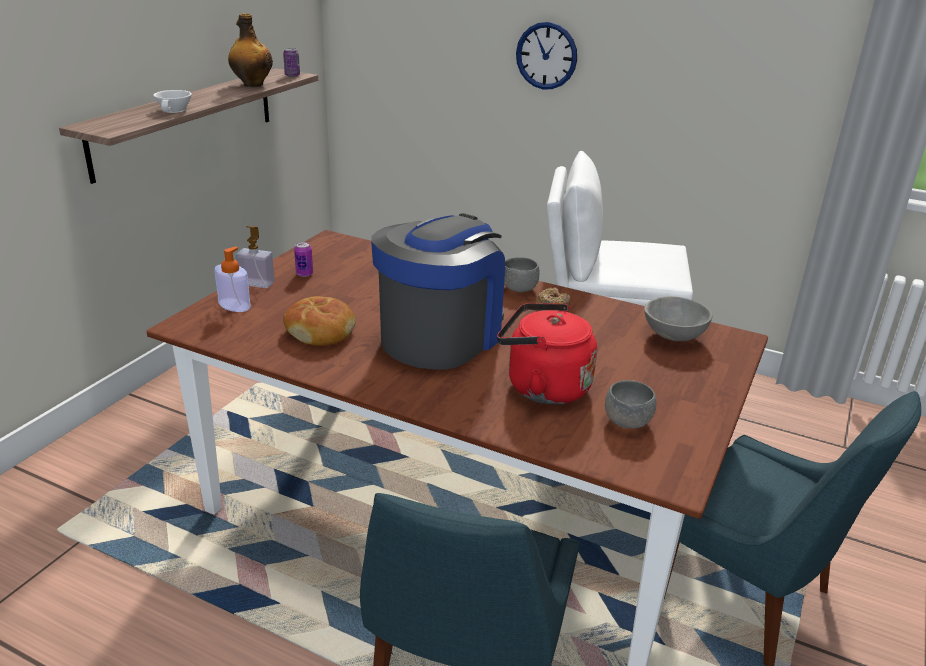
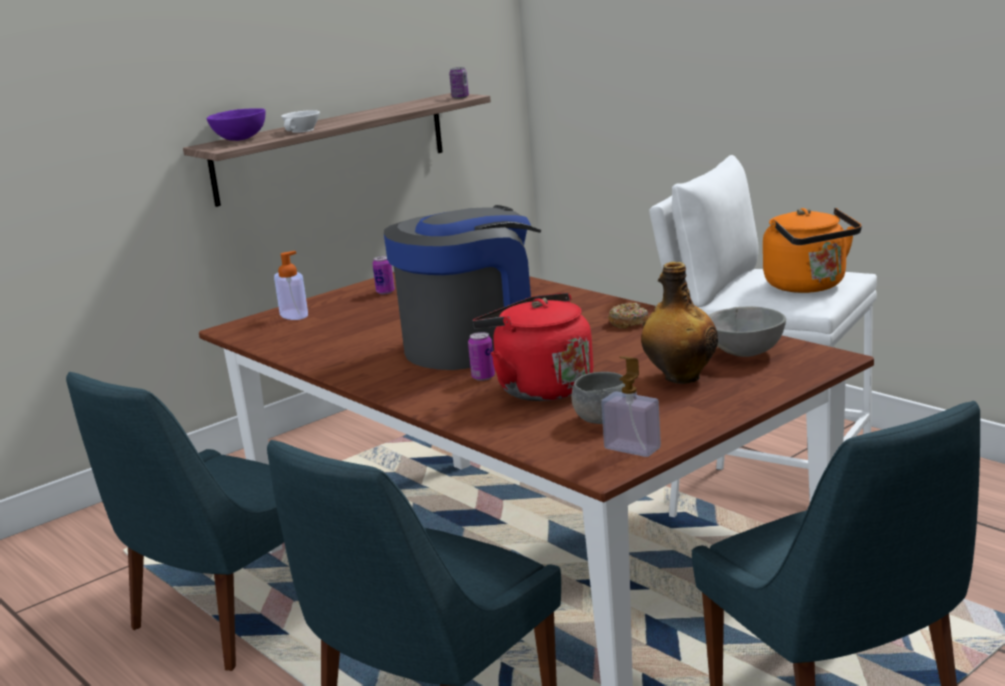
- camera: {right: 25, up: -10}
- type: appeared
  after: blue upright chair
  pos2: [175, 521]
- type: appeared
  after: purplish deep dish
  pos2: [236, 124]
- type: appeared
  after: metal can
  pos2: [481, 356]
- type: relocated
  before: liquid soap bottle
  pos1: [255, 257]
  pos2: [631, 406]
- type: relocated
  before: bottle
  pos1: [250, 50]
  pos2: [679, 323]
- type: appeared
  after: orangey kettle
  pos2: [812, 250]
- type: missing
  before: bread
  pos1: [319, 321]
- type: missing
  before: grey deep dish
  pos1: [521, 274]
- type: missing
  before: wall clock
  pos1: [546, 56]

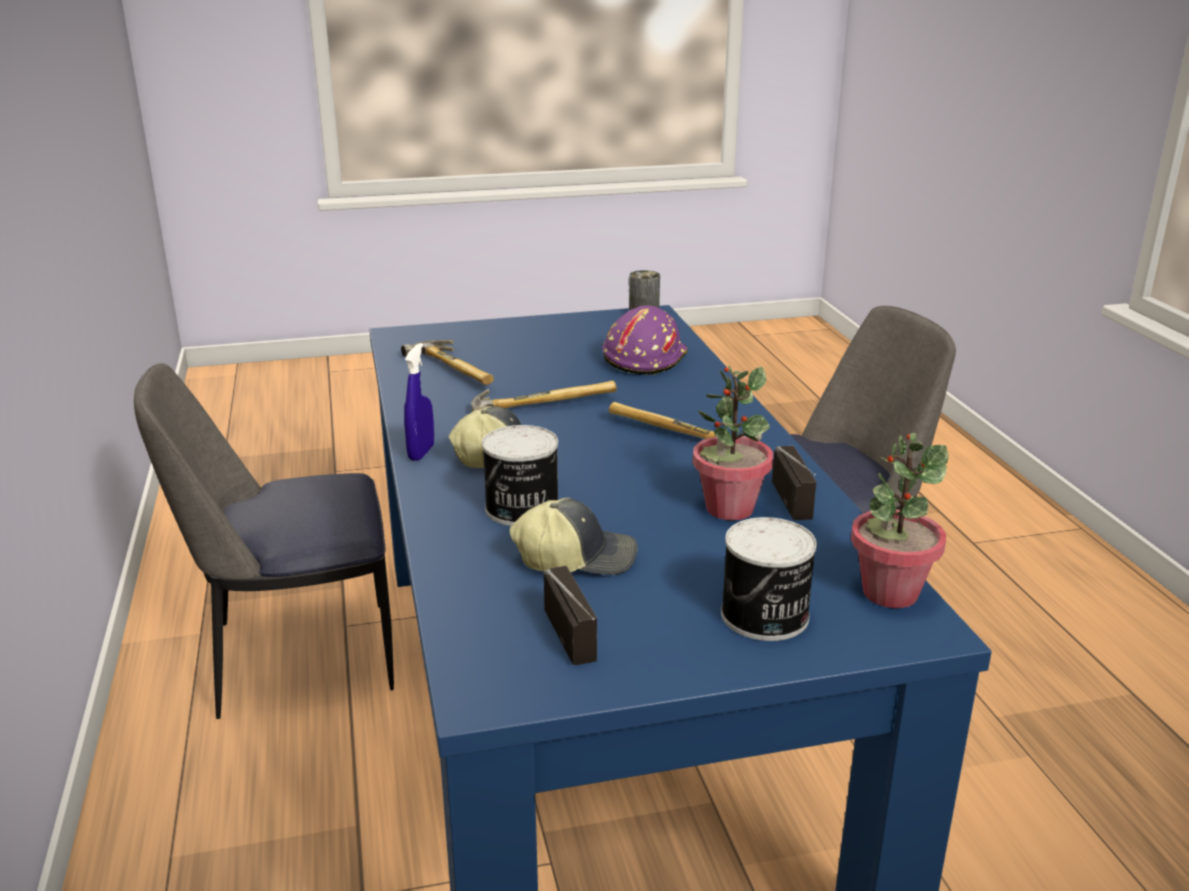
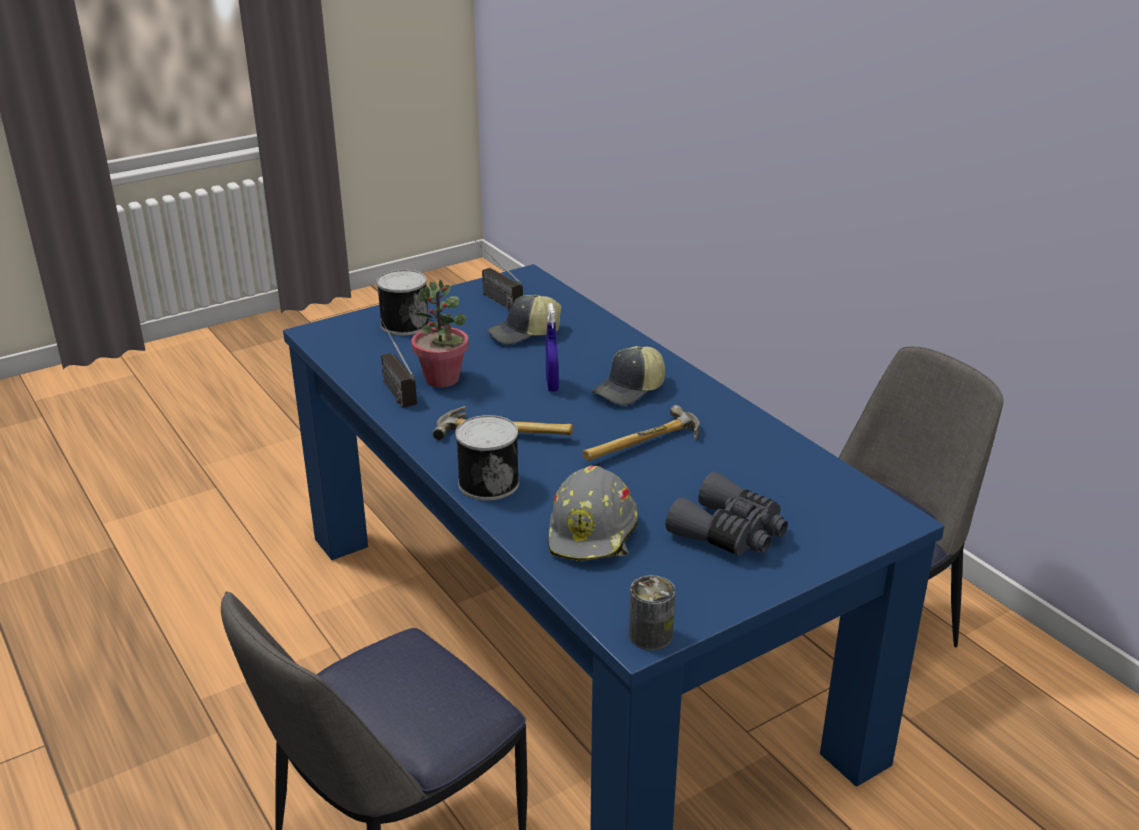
- camera: {right: 160, up: 5}
- type: relocated
  before: metal can
  pos1: [520, 475]
  pos2: [487, 458]
- type: relocated
  before: blue sprayer
  pos1: [419, 402]
  pos2: [552, 347]
- type: colour
  before: purplish safety helmet
  after: grey safety helmet
  pos1: [645, 340]
  pos2: [593, 514]
- type: appeared
  after: grey binoculars
  pos2: [727, 514]
- type: missing
  before: hand hammer
  pos1: [447, 362]
- type: missing
  before: plant in a pot
  pos1: [899, 520]

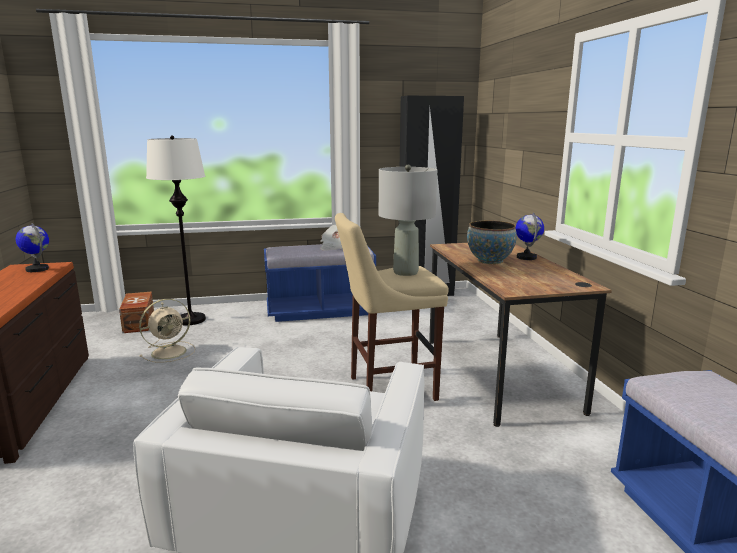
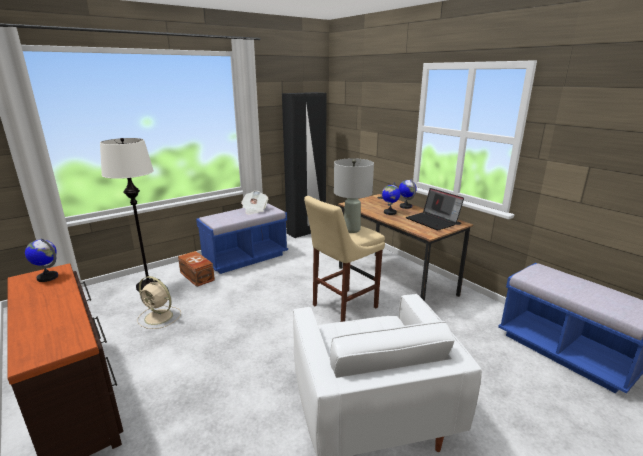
- camera: {right: -25, up: 5}
- type: spun
  before: beige-coloured electric fan
  pos1: [167, 331]
  pos2: [159, 302]
  turn: 90
- type: relocated
  before: brown storage box
  pos1: [136, 312]
  pos2: [196, 269]
- type: exchanged
  before: deep dish
  after: globe
  pos1: [492, 242]
  pos2: [391, 198]
- type: appeared
  after: notebook computer
  pos2: [435, 209]

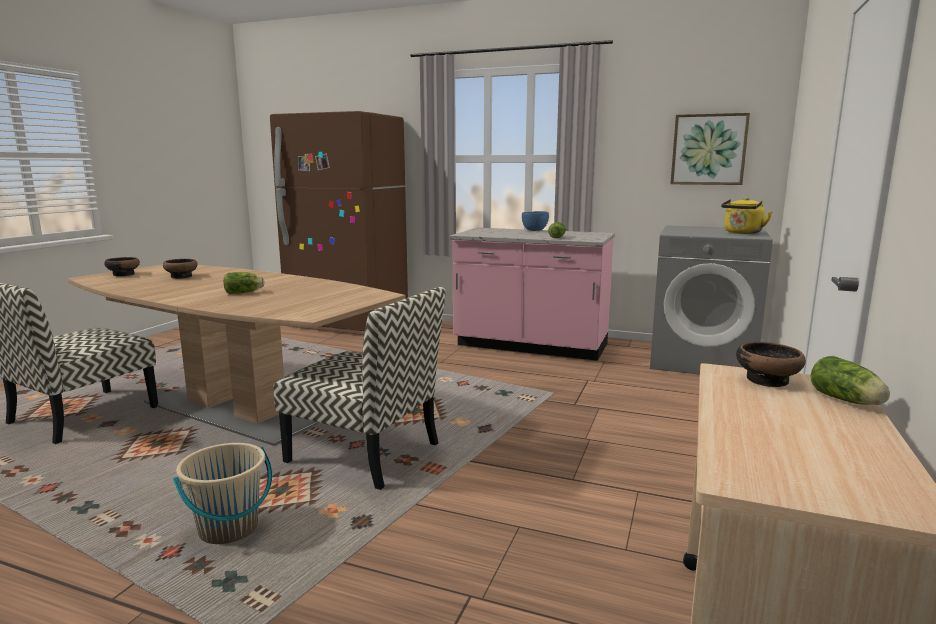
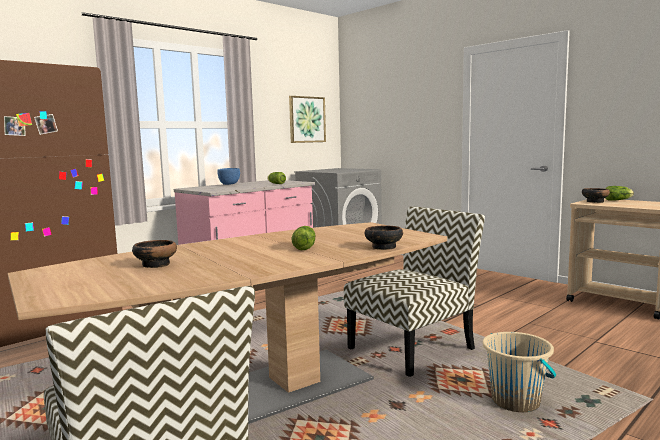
- camera: {right: -65, up: -5}
- type: relocated
  before: deep dish
  pos1: [122, 266]
  pos2: [384, 238]
- type: missing
  before: yellow kettle
  pos1: [747, 215]

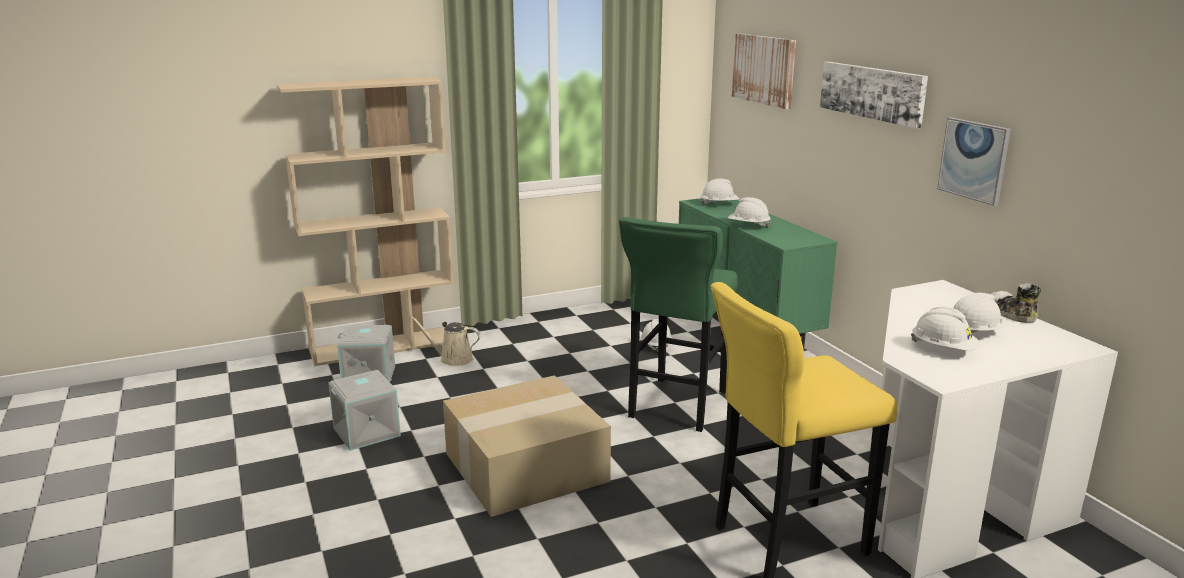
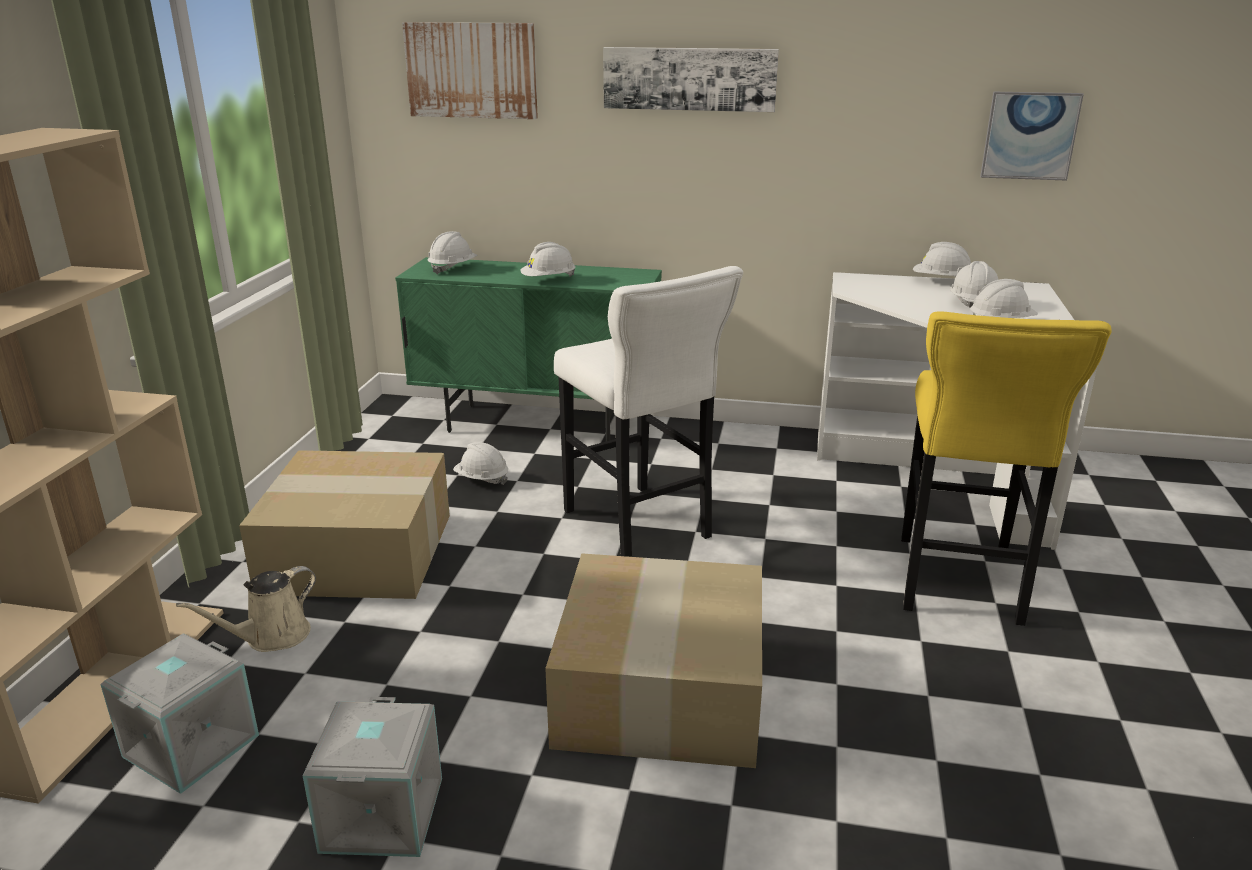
- camera: {right: -55, up: 5}
- type: appeared
  after: carton
  pos2: [344, 524]
- type: colour
  before: greenish stool
  after: whitish stool
  pos1: [678, 324]
  pos2: [648, 411]
- type: exchanged
  before: item of footwear
  after: whitish safety helmet
  pos1: [1016, 303]
  pos2: [942, 259]
- type: relocated
  before: wall art
  pos1: [974, 161]
  pos2: [1032, 136]

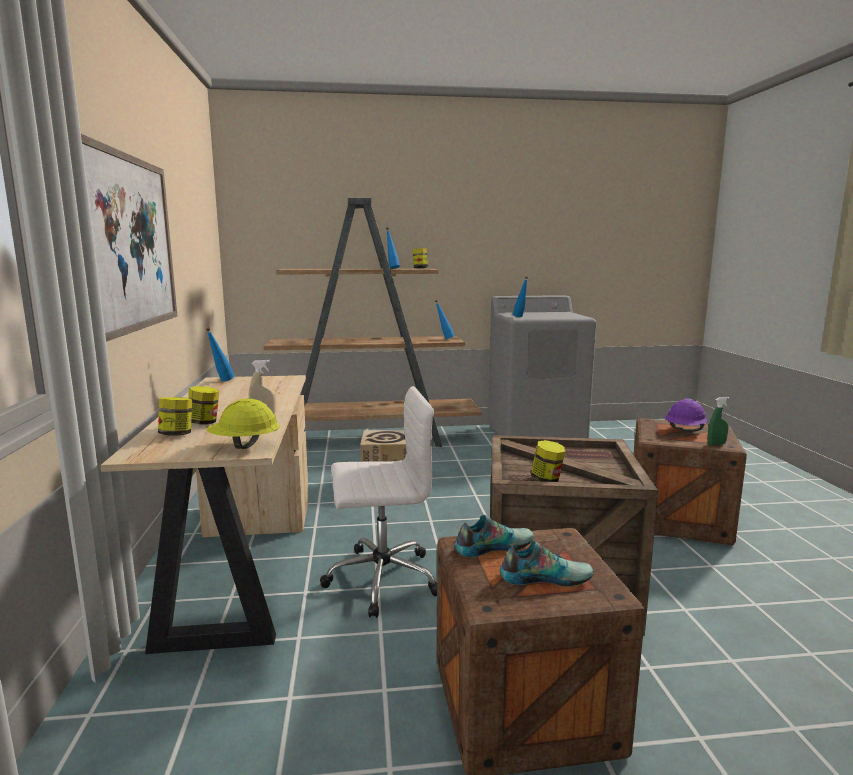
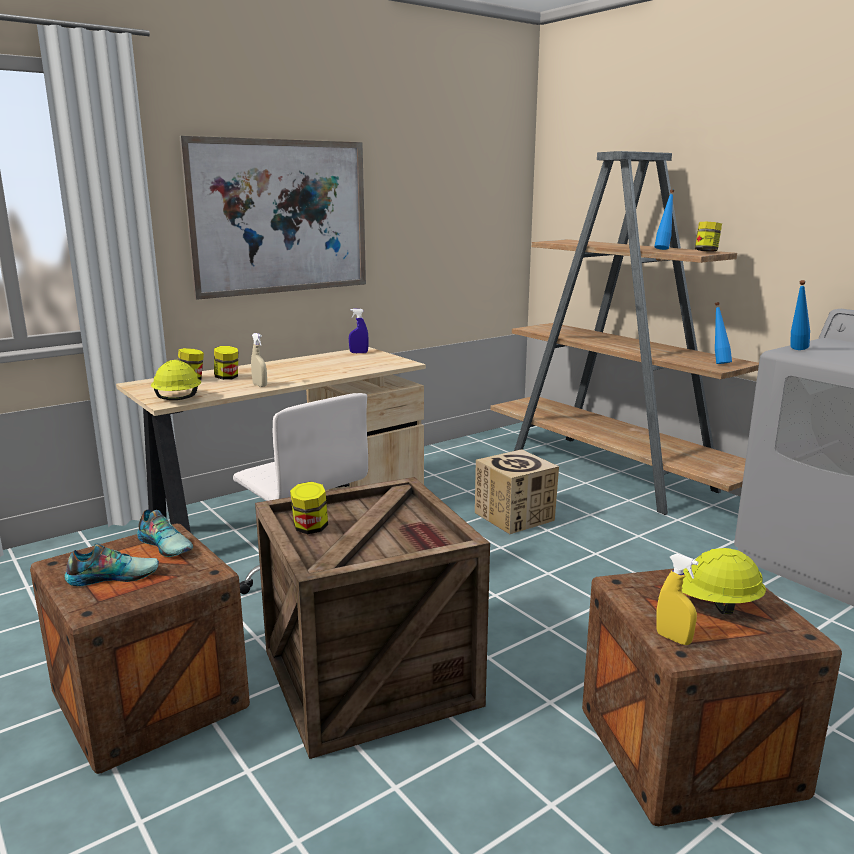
- camera: {right: 60, up: 5}
- type: spun
  before: item of footwear
  pos1: [547, 563]
  pos2: [112, 564]
  turn: -75
- type: exchanged
  before: blue bottle
  after: blue sprayer
  pos1: [220, 355]
  pos2: [359, 331]
- type: colour
  before: greenish sprayer
  after: yellow sprayer
  pos1: [719, 421]
  pos2: [677, 599]
- type: colour
  before: purplish safety helmet
  after: yellow safety helmet
  pos1: [686, 415]
  pos2: [724, 581]

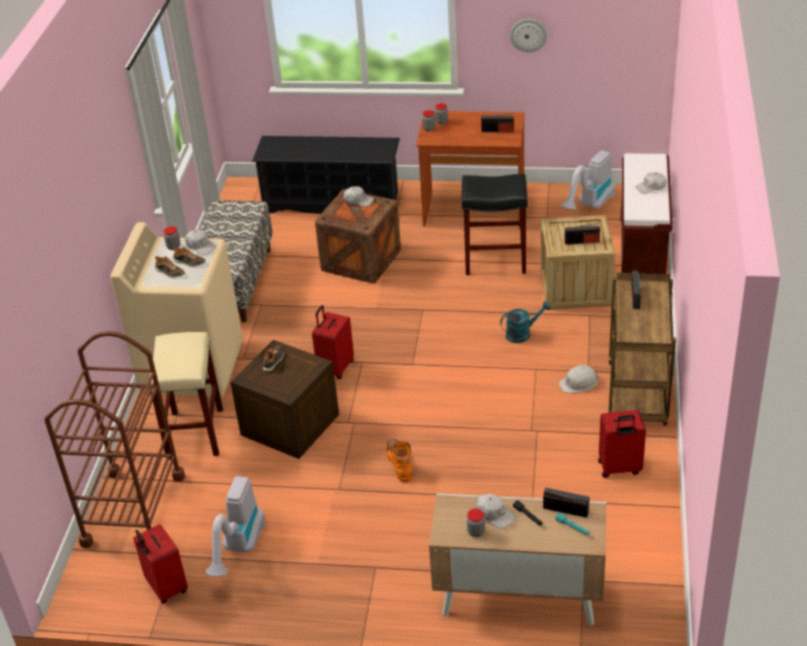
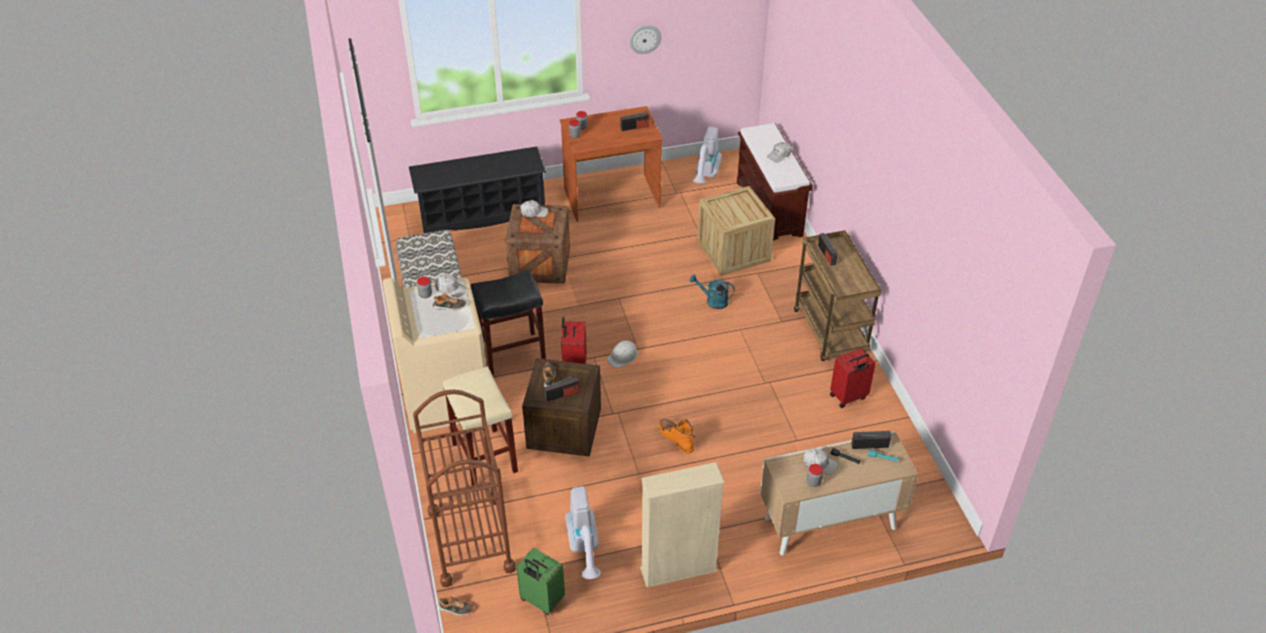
- camera: {right: -25, up: 5}
- type: relocated
  before: item of footwear
  pos1: [170, 267]
  pos2: [456, 606]
- type: relocated
  before: blackish stool
  pos1: [494, 224]
  pos2: [508, 322]
- type: colour
  before: reddish travel case
  after: greenish travel case
  pos1: [160, 564]
  pos2: [540, 581]
- type: relocated
  before: radio set
  pos1: [582, 234]
  pos2: [561, 388]
- type: relocated
  before: whitish safety helmet
  pos1: [578, 379]
  pos2: [622, 354]
- type: appeared
  after: beige-coloured shelving unit
  pos2: [682, 525]
- type: spun
  before: blue-green watering can
  pos1: [525, 322]
  pos2: [712, 291]
  turn: -120

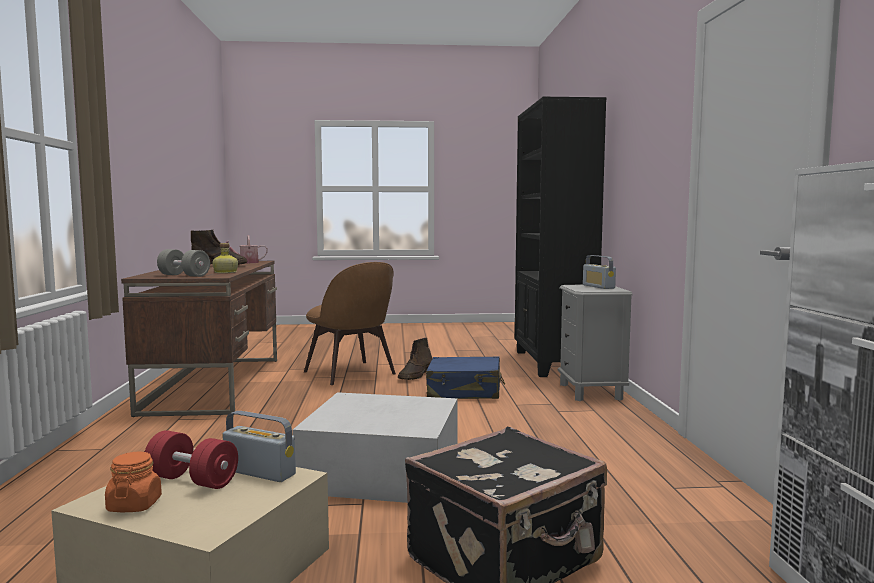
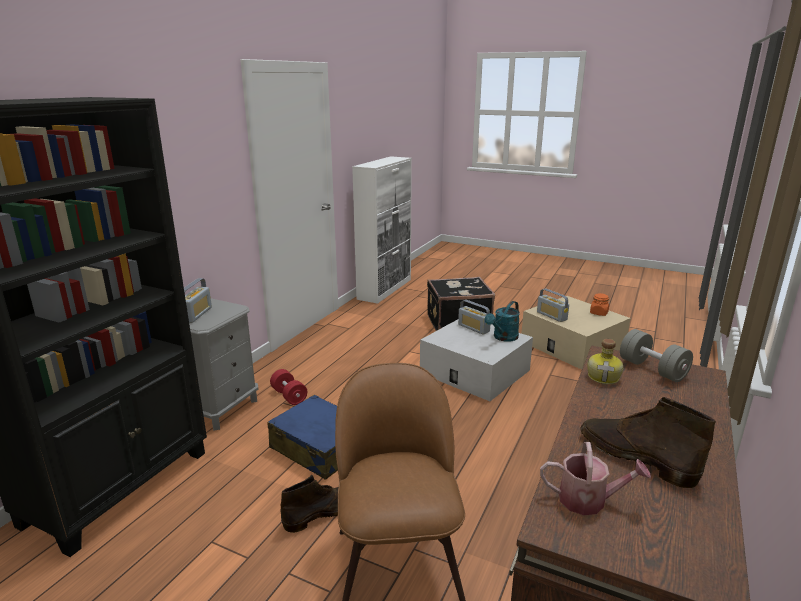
- camera: {right: -150, up: 15}
- type: relocated
  before: reddish hand weight
  pos1: [191, 459]
  pos2: [288, 387]
- type: appeared
  after: radio set
  pos2: [474, 317]
- type: appeared
  after: blue-green watering can
  pos2: [502, 321]

